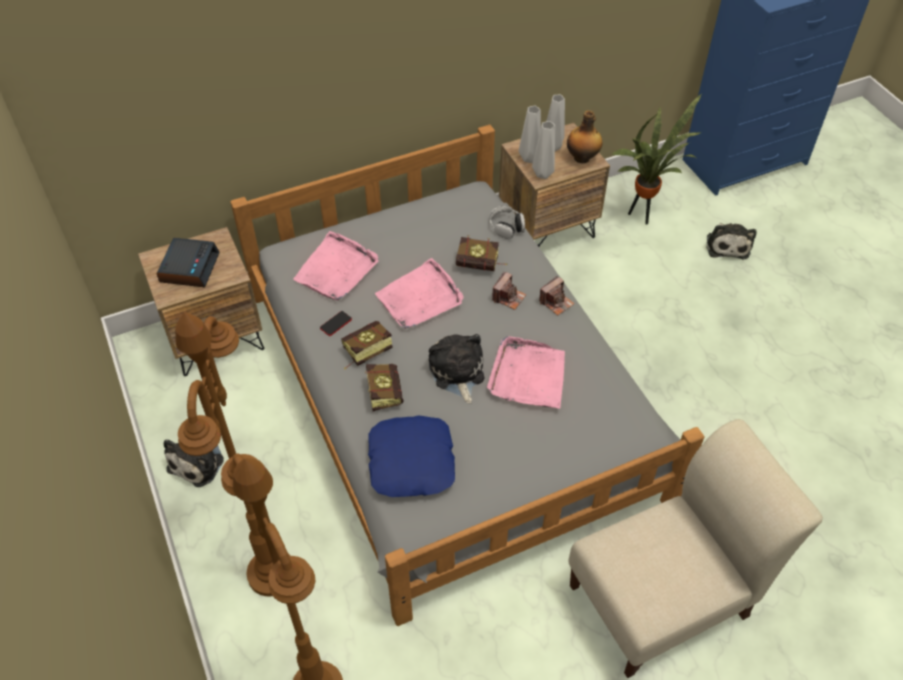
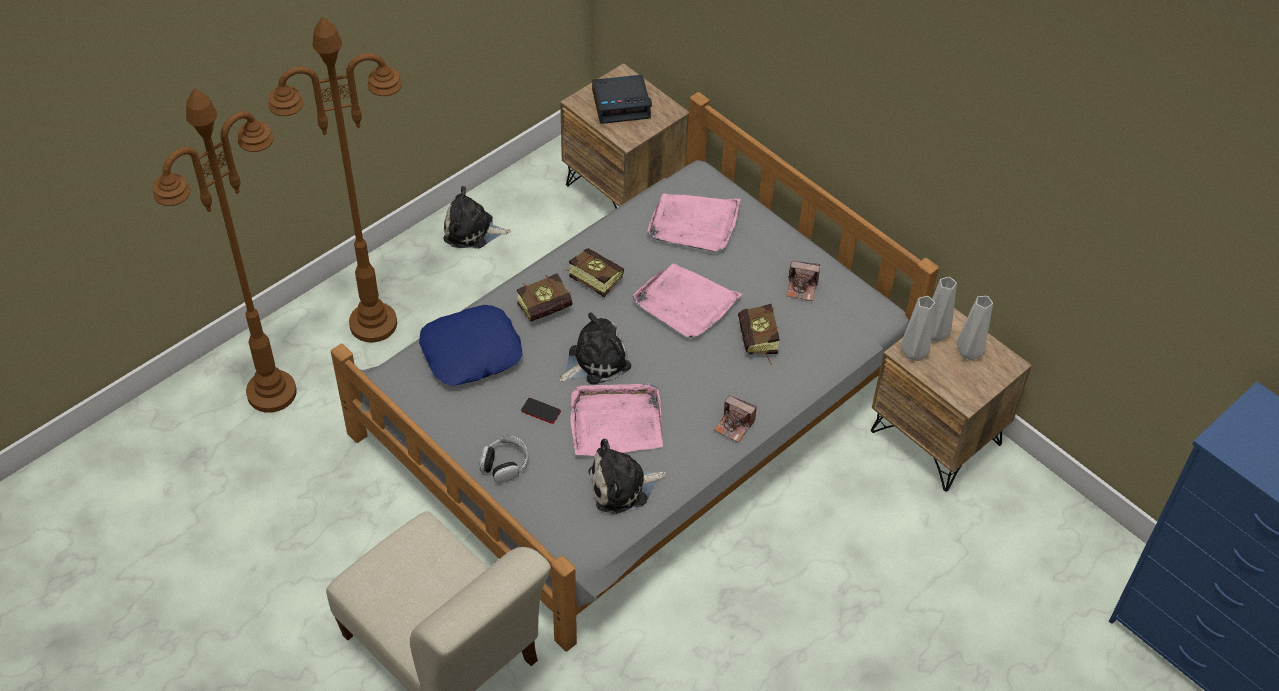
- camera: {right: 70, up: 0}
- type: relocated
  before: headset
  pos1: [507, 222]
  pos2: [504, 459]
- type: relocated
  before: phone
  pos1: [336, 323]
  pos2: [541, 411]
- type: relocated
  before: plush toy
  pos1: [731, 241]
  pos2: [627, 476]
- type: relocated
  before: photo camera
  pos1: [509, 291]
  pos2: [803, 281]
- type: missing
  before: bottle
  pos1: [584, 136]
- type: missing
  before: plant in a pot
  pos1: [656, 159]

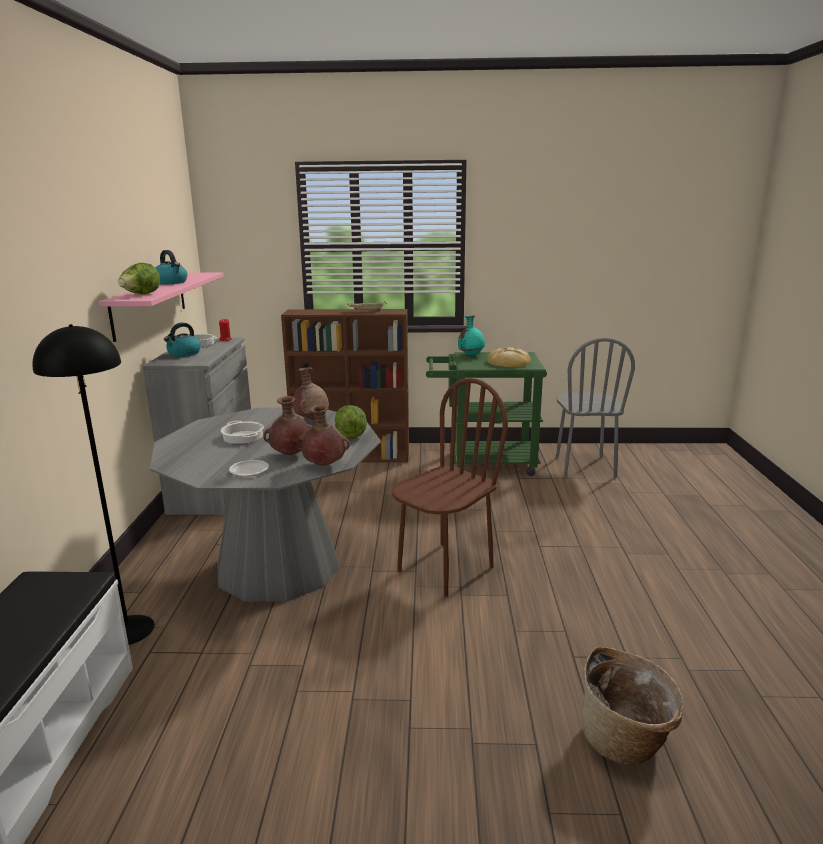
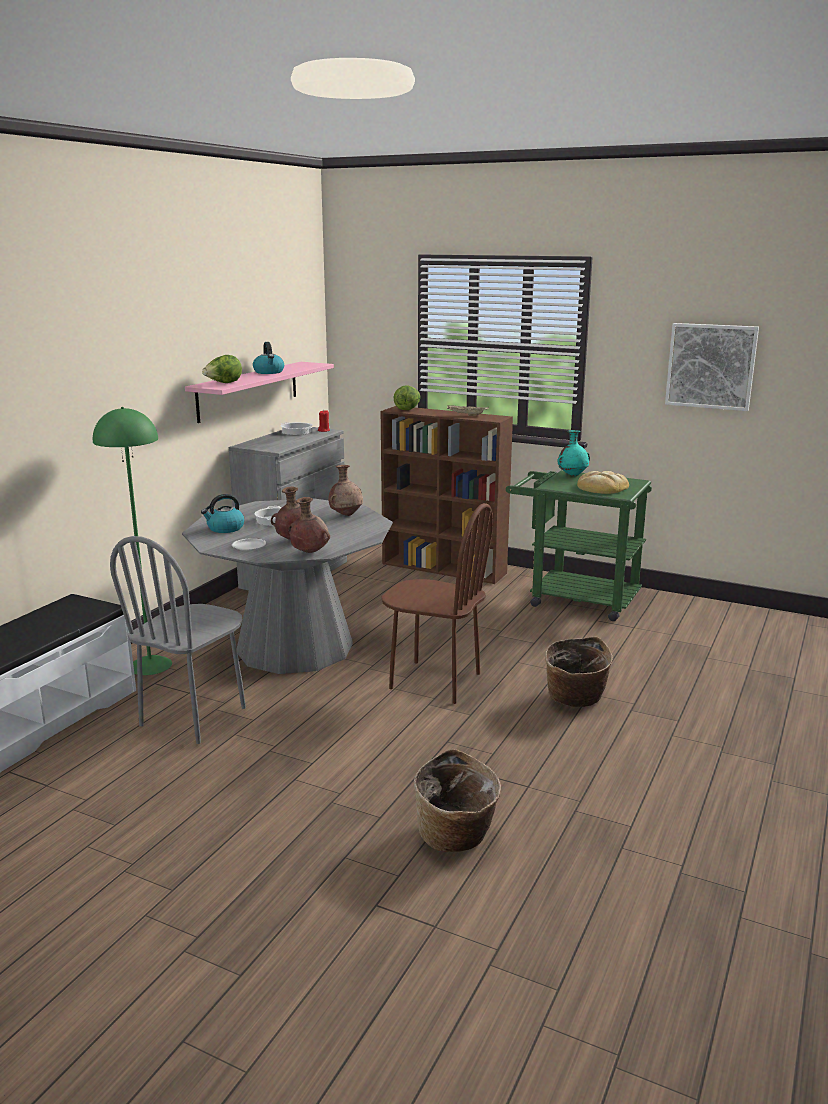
- camera: {right: 25, up: 0}
- type: colour
  before: blackish standing lamp
  after: greenish standing lamp
  pos1: [93, 484]
  pos2: [132, 541]
- type: relocated
  before: grey upright chair
  pos1: [595, 407]
  pos2: [178, 640]
- type: relocated
  before: kettle
  pos1: [182, 340]
  pos2: [222, 513]
- type: spun
  before: brown upright chair
  pos1: [450, 487]
  pos2: [437, 603]
  turn: 45
- type: relocated
  before: lettuce
  pos1: [351, 422]
  pos2: [406, 397]
- type: appeared
  after: household basket
  pos2: [579, 672]
- type: appeared
  after: wall art
  pos2: [712, 367]

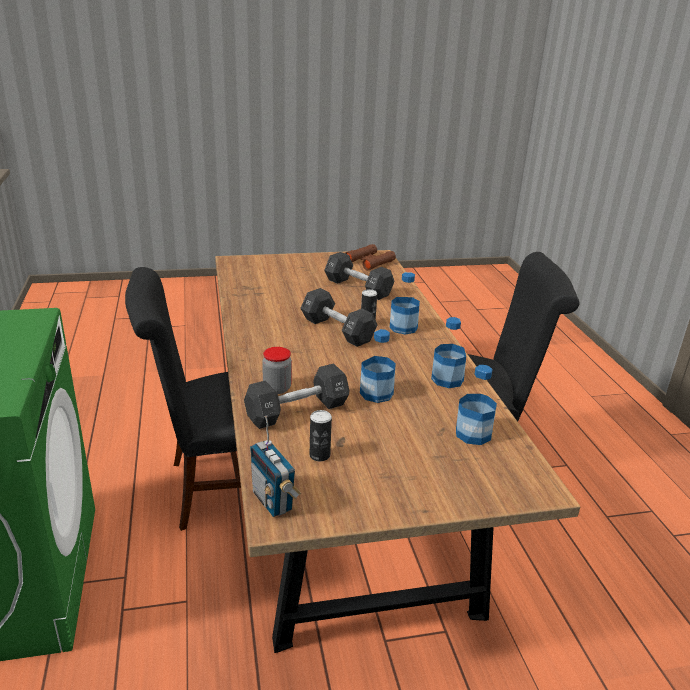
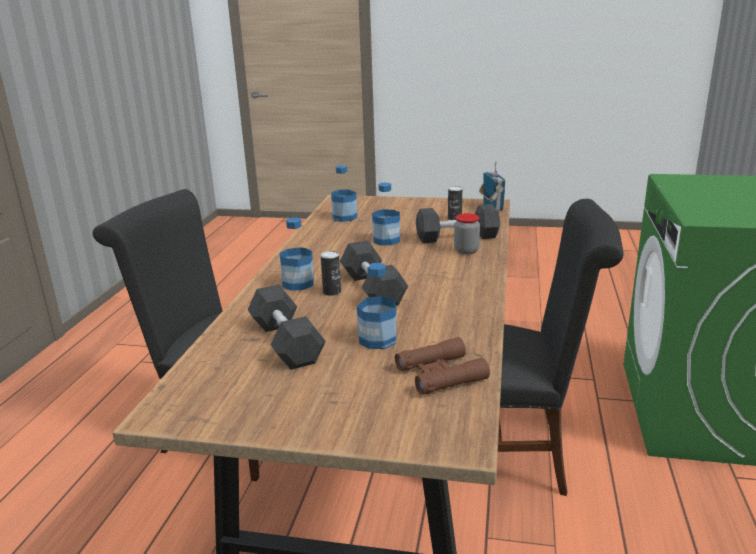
- camera: {right: -155, up: -5}
- type: relocated
  before: bottle
  pos1: [448, 352]
  pos2: [376, 306]
- type: relocated
  before: brown binoculars
  pos1: [370, 257]
  pos2: [442, 366]

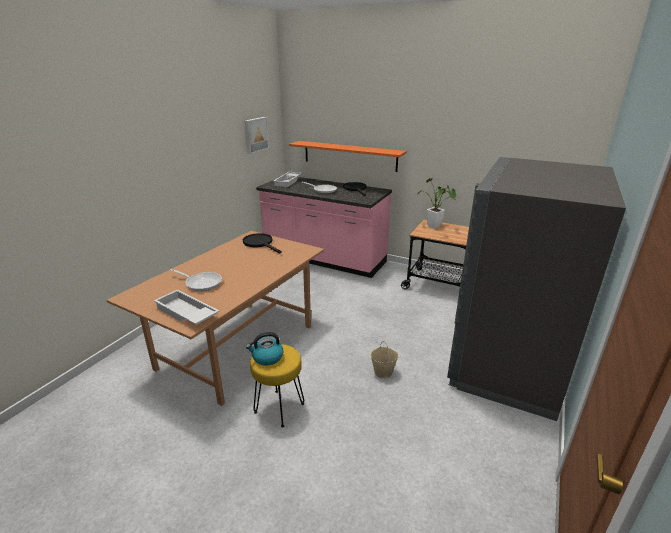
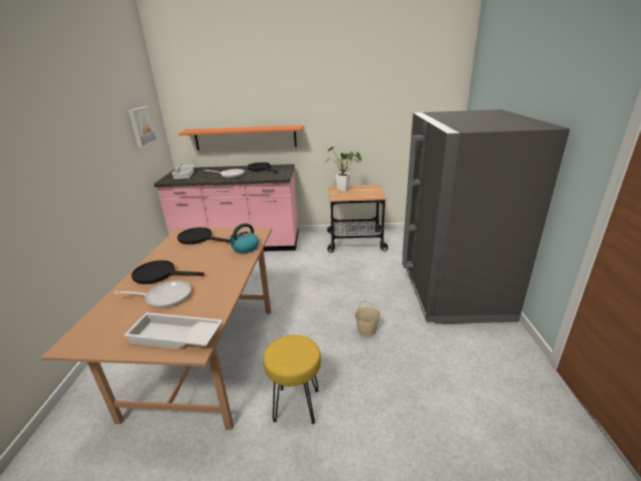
- camera: {right: -25, up: 0}
- type: appeared
  after: blackish pan
  pos2: [167, 272]
- type: relocated
  before: kettle
  pos1: [264, 349]
  pos2: [243, 238]

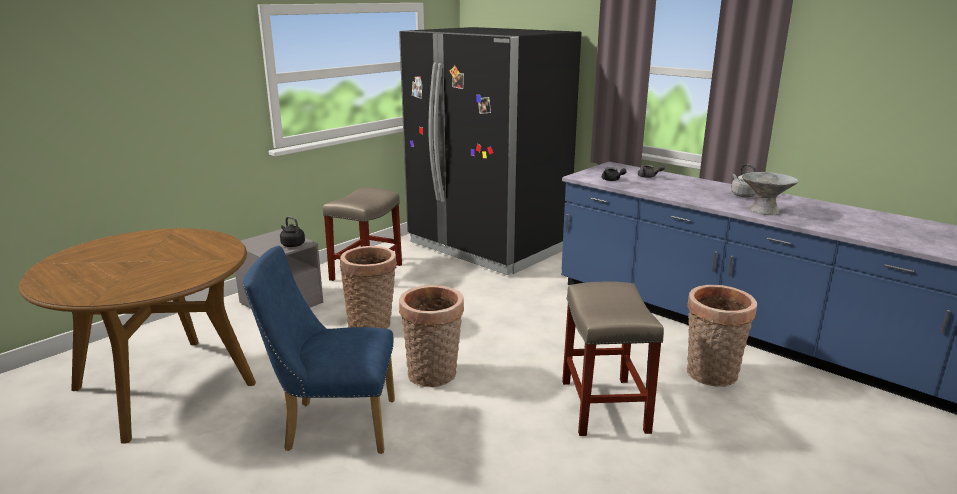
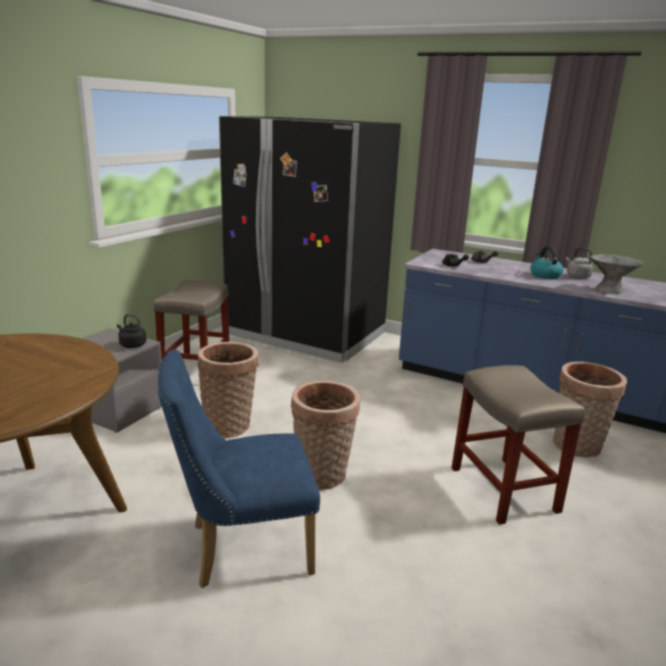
- camera: {right: -15, up: 0}
- type: appeared
  after: kettle
  pos2: [547, 263]

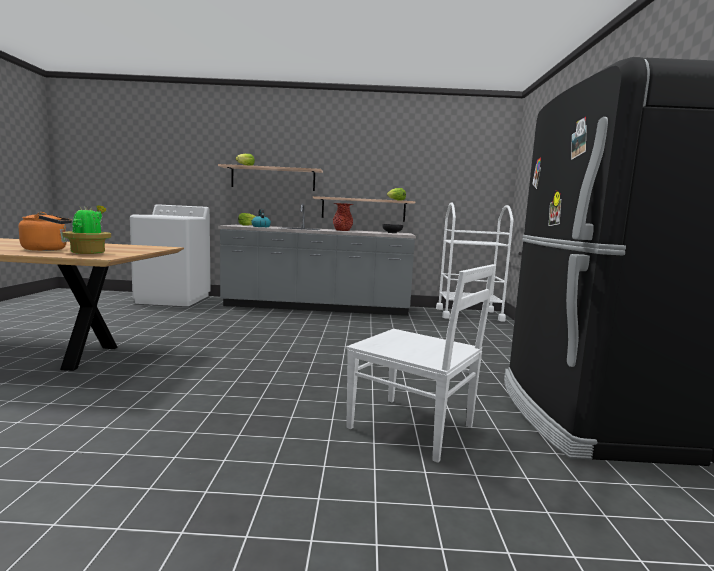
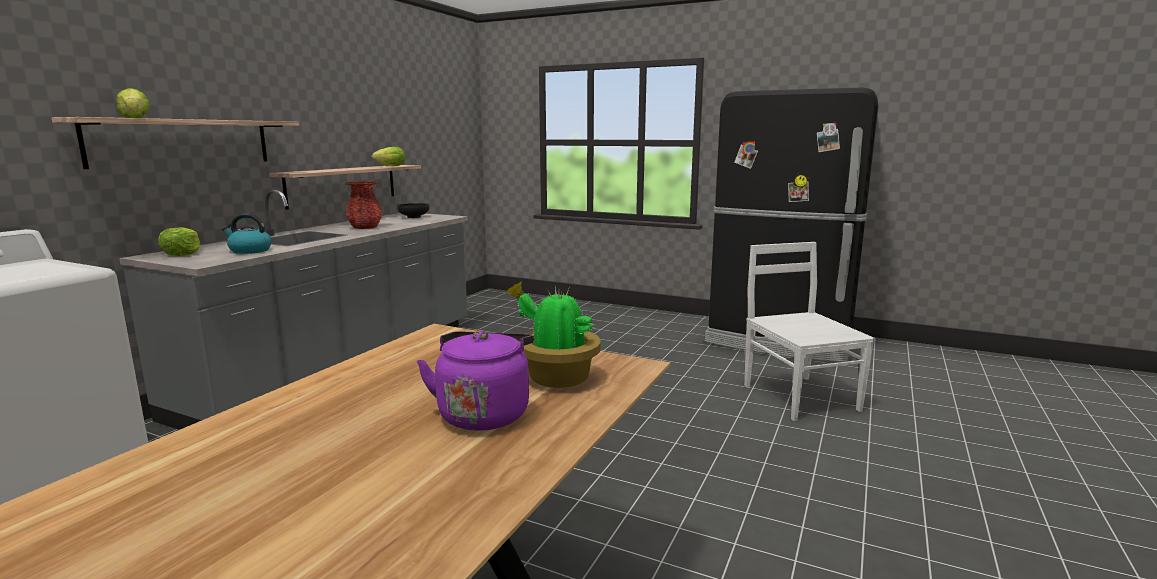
- camera: {right: -65, up: 5}
- type: colour
  before: orangey kettle
  after: purplish kettle
  pos1: [45, 231]
  pos2: [475, 381]
- type: spun
  before: whitish upright chair
  pos1: [421, 363]
  pos2: [809, 331]
  turn: -75
- type: missing
  before: whitish wheeled cart
  pos1: [474, 262]

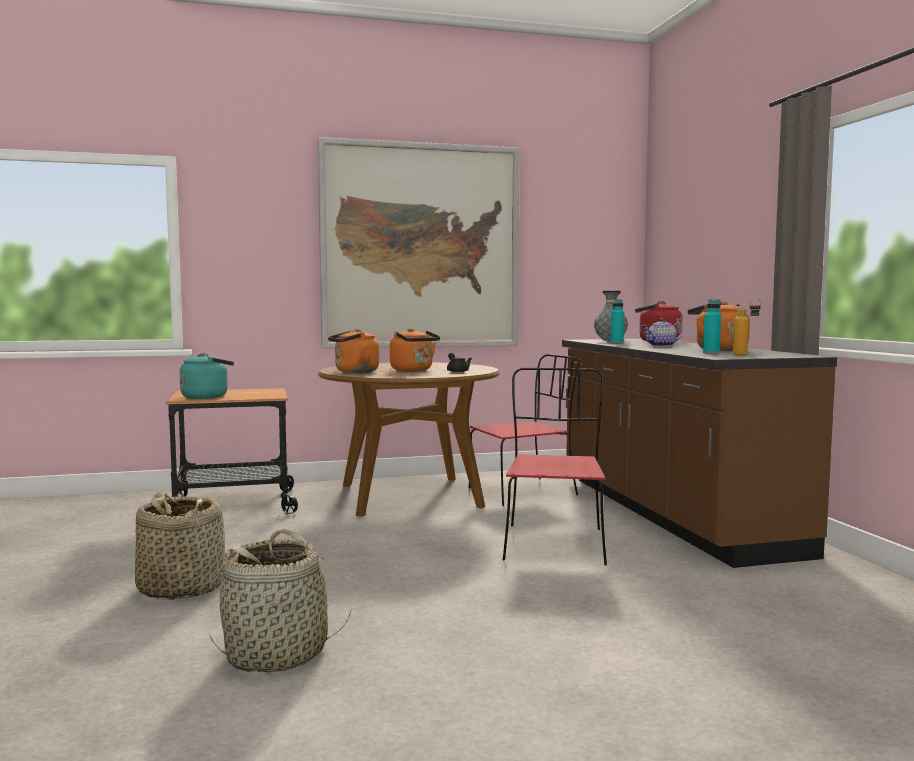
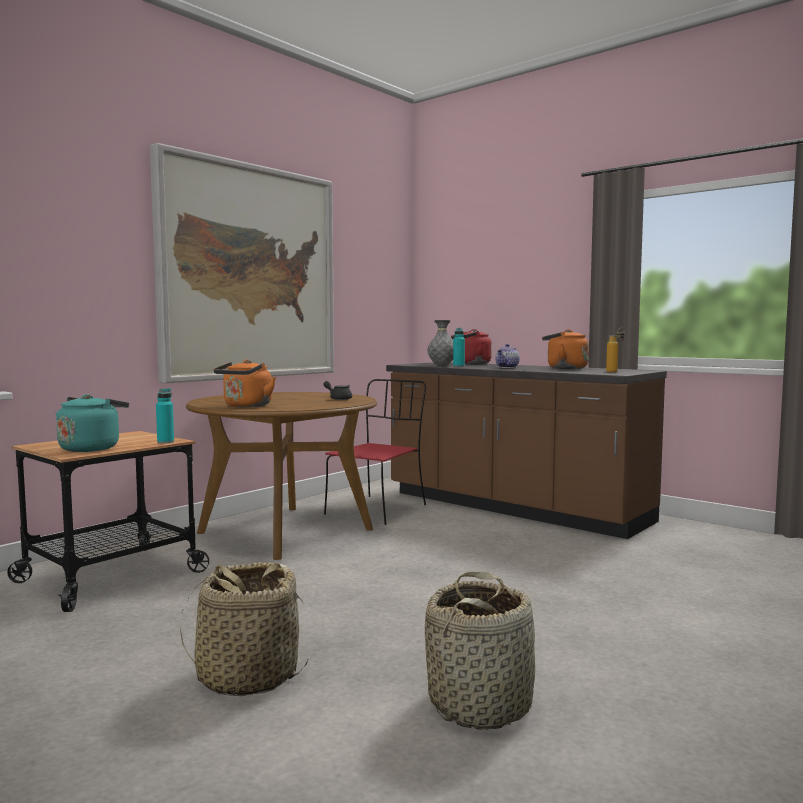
- camera: {right: -35, up: 0}
- type: relocated
  before: blue-green bottle
  pos1: [712, 326]
  pos2: [165, 416]
- type: missing
  before: orangey kettle
  pos1: [415, 349]
- type: missing
  before: reddish upright chair
  pos1: [555, 466]

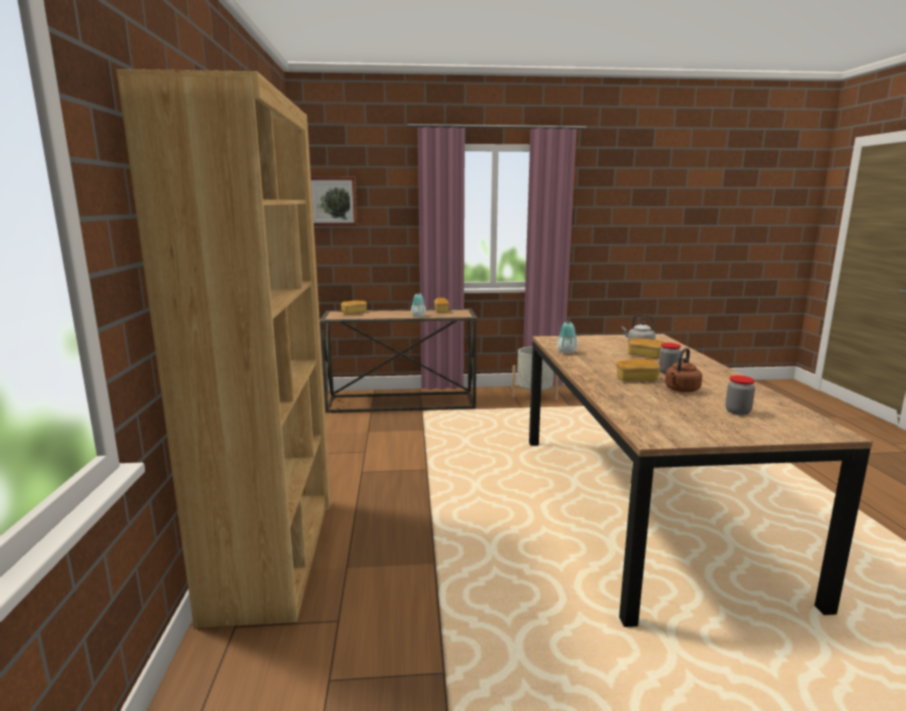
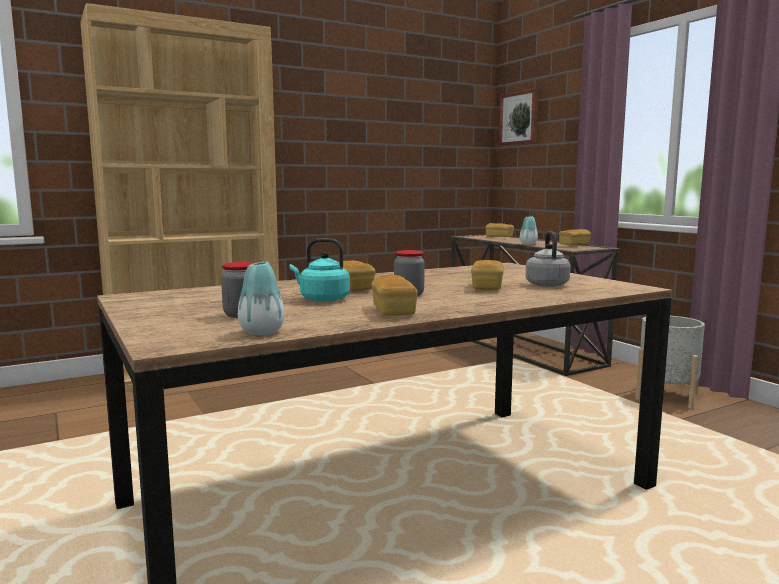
- camera: {right: 65, up: -5}
- type: relocated
  before: flower vase
  pos1: [567, 338]
  pos2: [261, 298]
- type: colour
  before: brown kettle
  after: blue-green kettle
  pos1: [683, 370]
  pos2: [319, 270]
- type: appeared
  after: bread
  pos2: [394, 295]

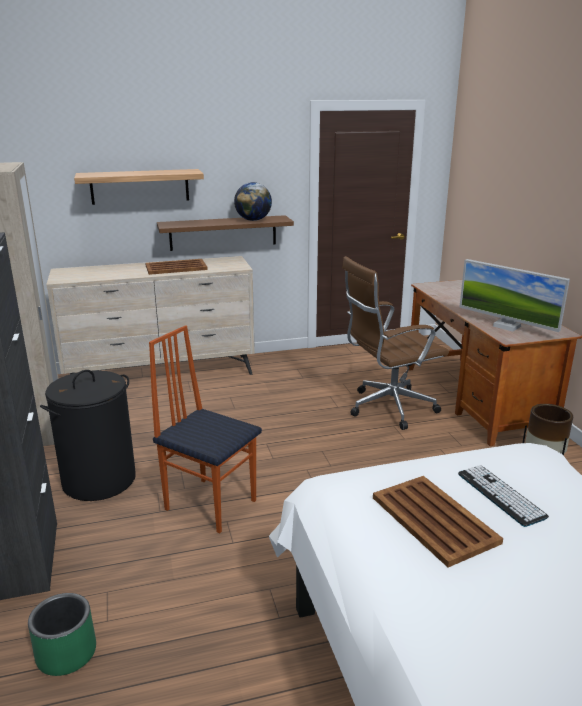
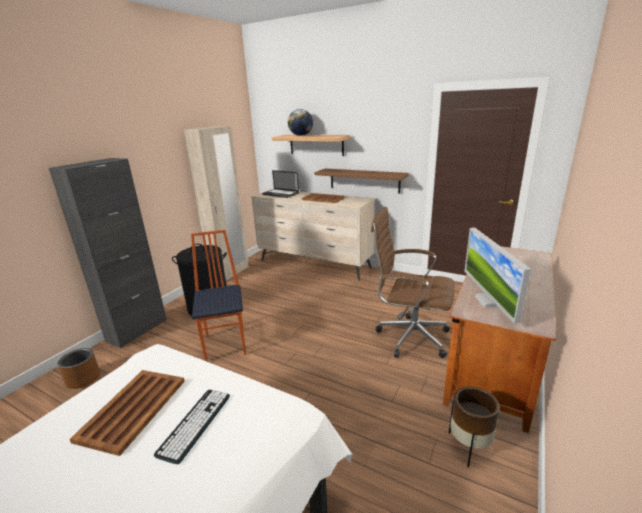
- camera: {right: 45, up: 0}
- type: colour
  before: greenish plant pot
  after: brown plant pot
  pos1: [62, 634]
  pos2: [78, 368]
- type: appeared
  after: notebook computer
  pos2: [280, 184]
- type: relocated
  before: globe
  pos1: [253, 201]
  pos2: [300, 122]

